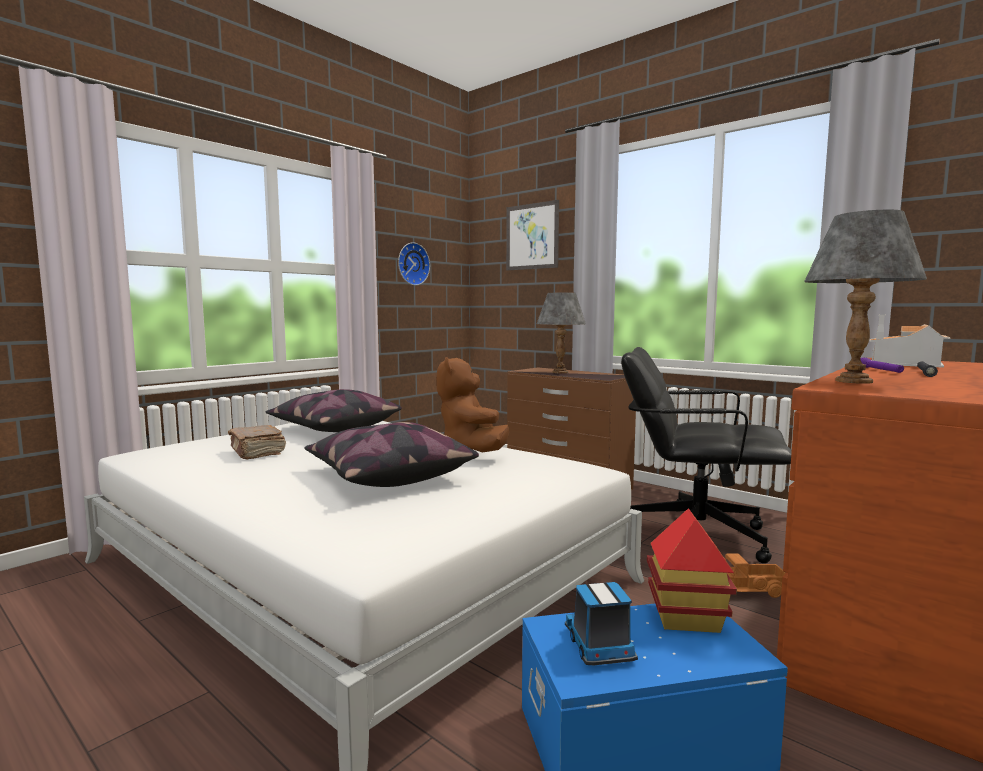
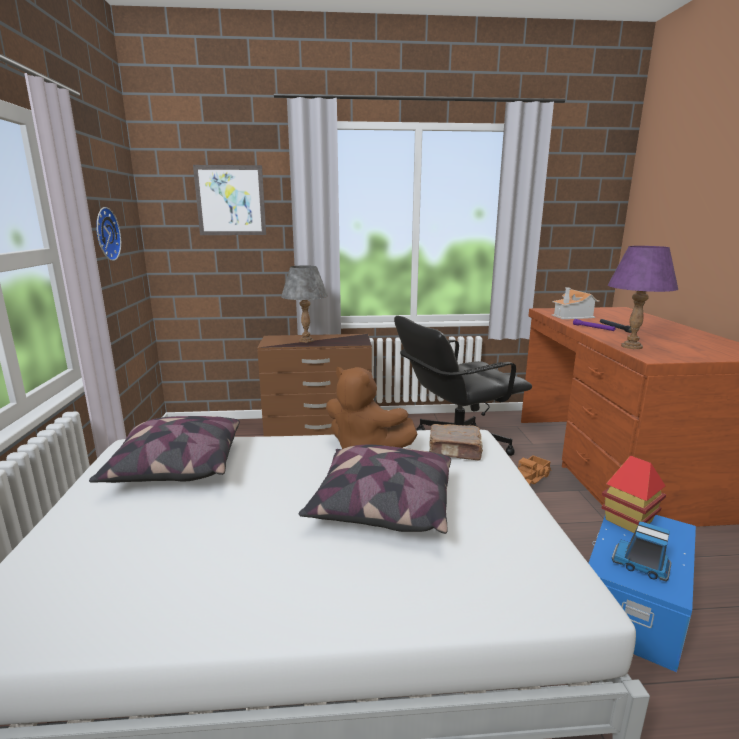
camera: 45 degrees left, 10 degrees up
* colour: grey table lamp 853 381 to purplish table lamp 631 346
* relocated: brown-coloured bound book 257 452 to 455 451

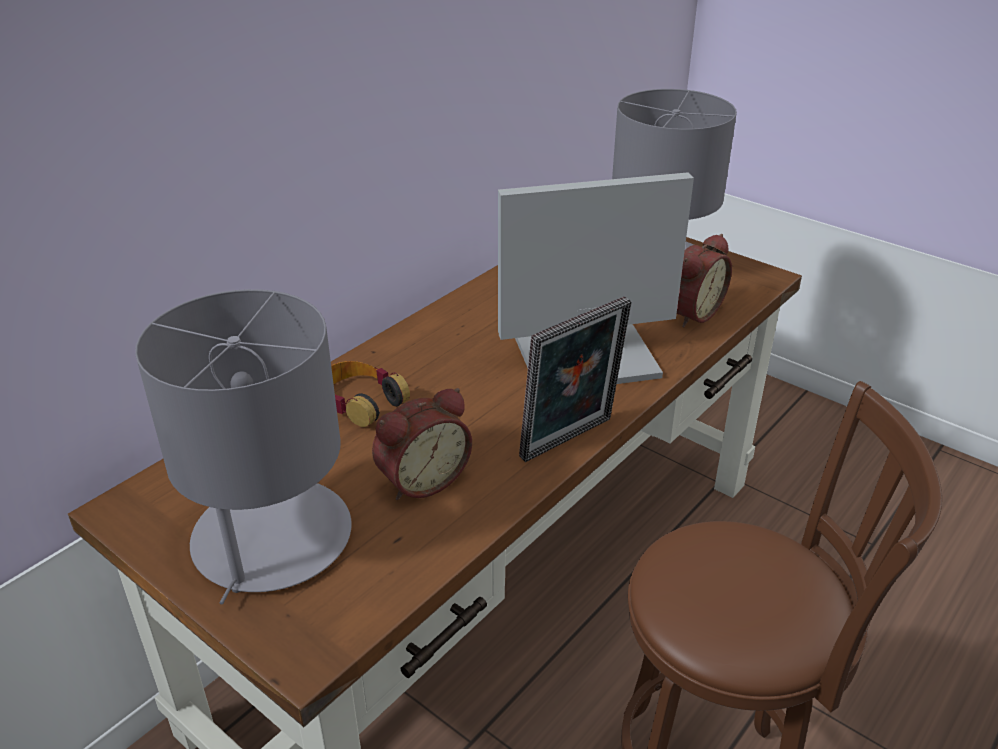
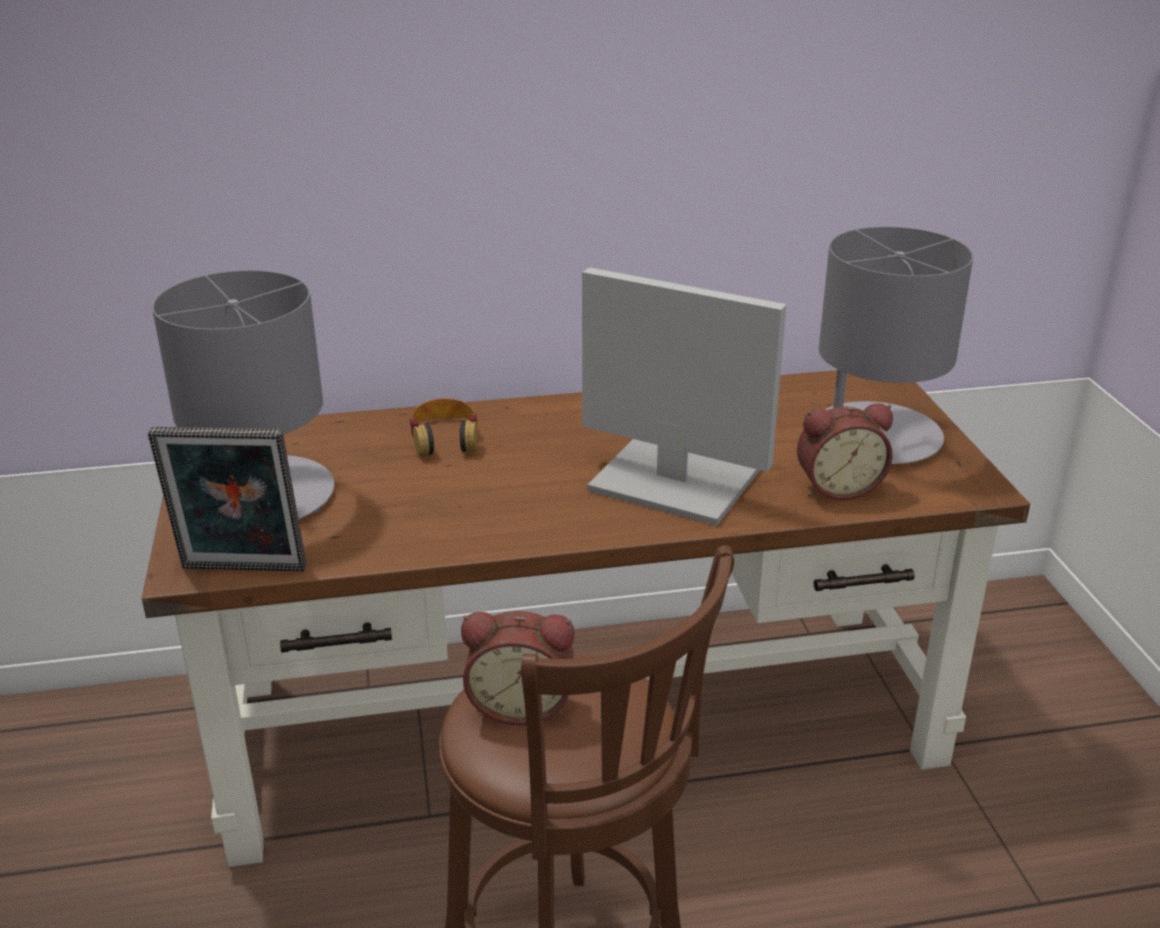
camera: 40 degrees right, 5 degrees down
* relocated: picture frame 570 441 to 242 571
* relocated: alarm clock 421 479 to 521 704

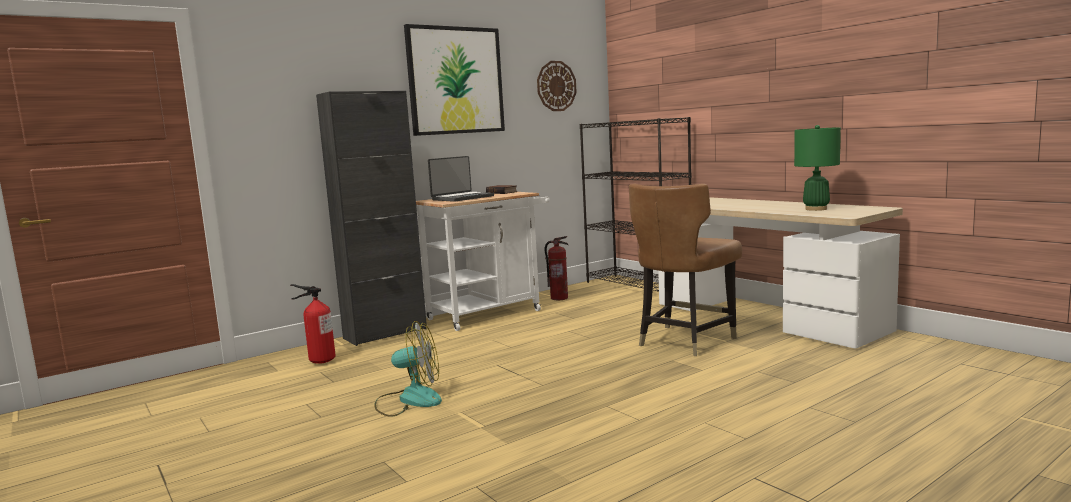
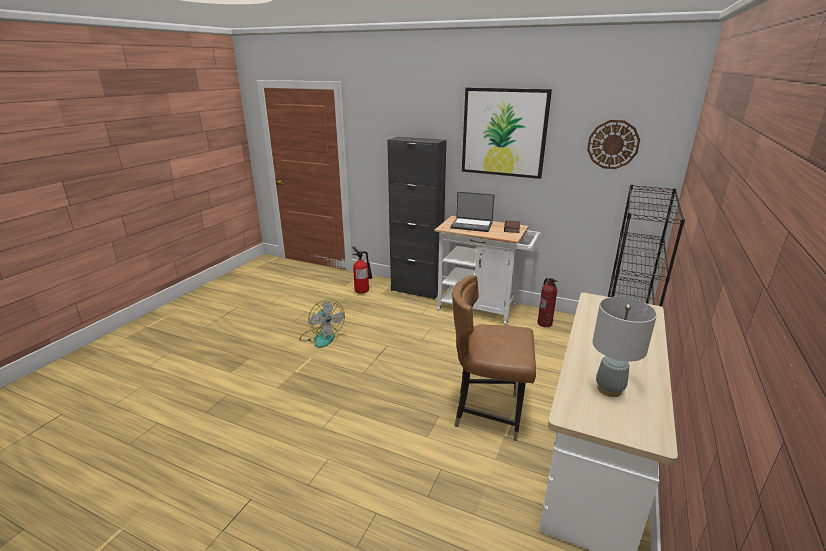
camera: 60 degrees right, 15 degrees up
* colour: green-coloured table lamp 816 209 to grey table lamp 609 389

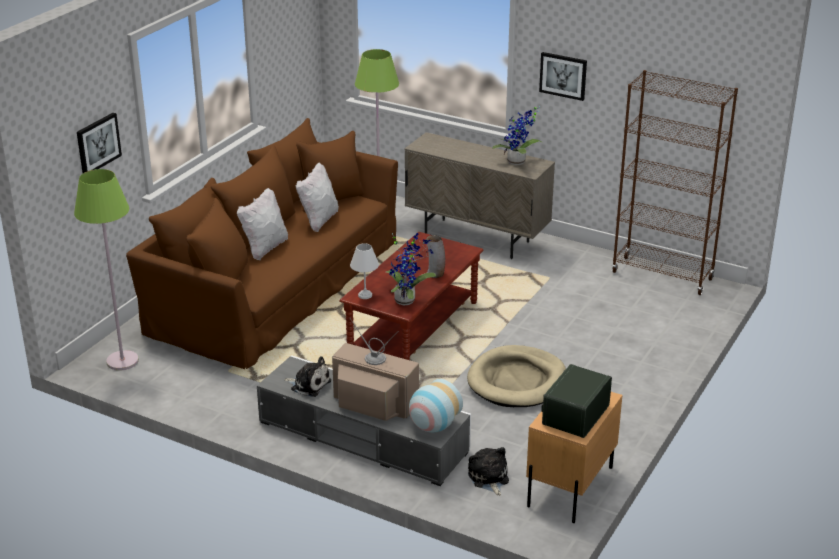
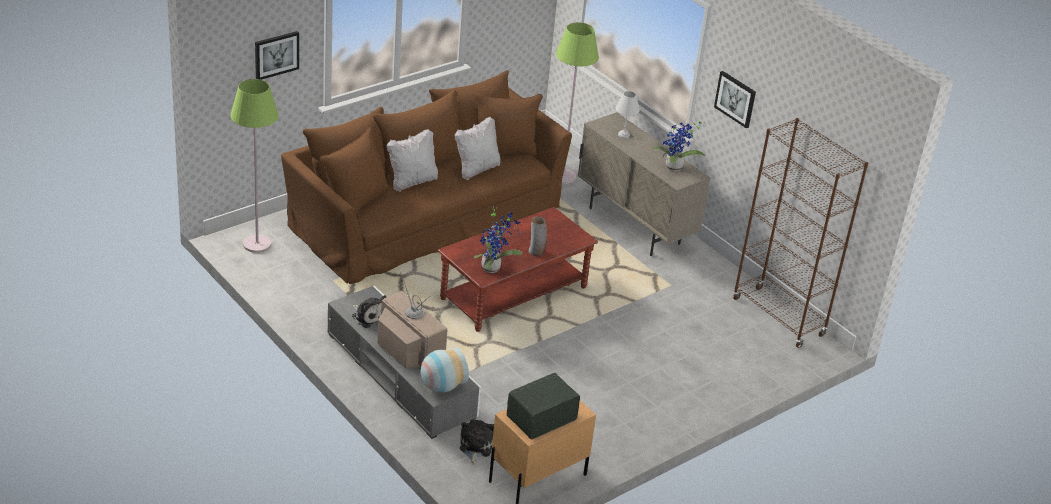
camera: 20 degrees right, 5 degrees up
* relocated: white table lamp 364 295 to 623 135
* missing: beige dog bed 517 381

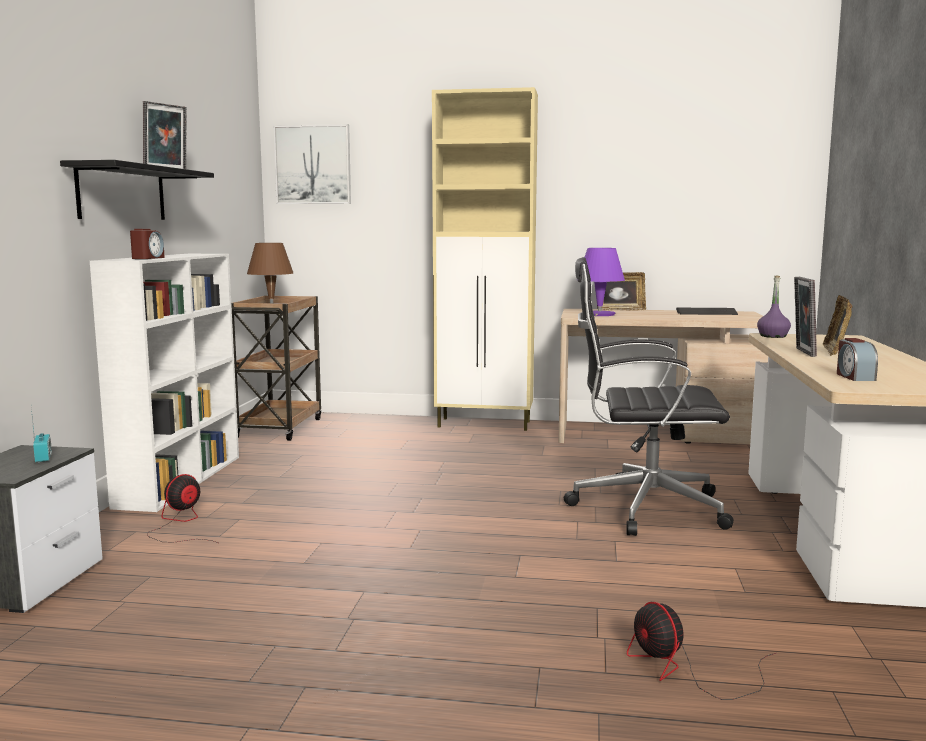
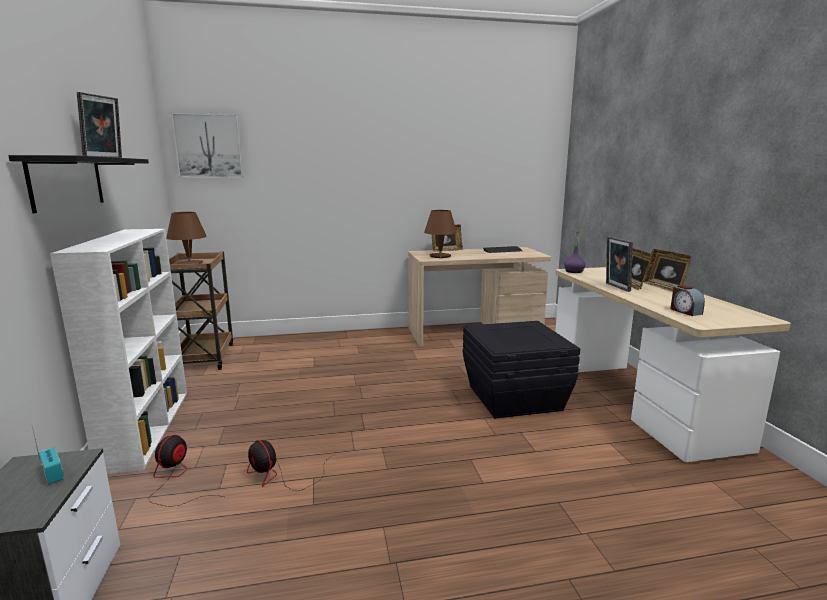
camera: 20 degrees left, 5 degrees up
* missing: beige cabinet 485 424
* missing: alarm clock 148 258
* colour: purplish table lamp 599 314 to brown-coloured table lamp 440 256
* exchanged: blackish office chair 643 507 to blackish storage box 514 397
* relocated: electric fan 686 671 to 281 476
* appeared: picture frame 664 288

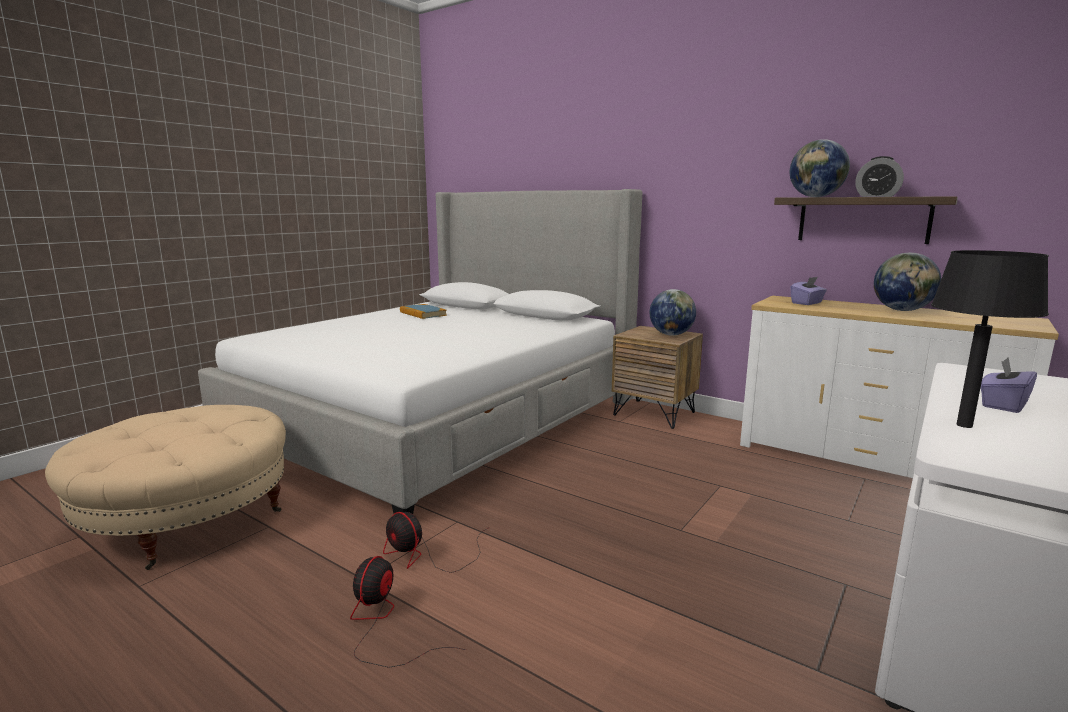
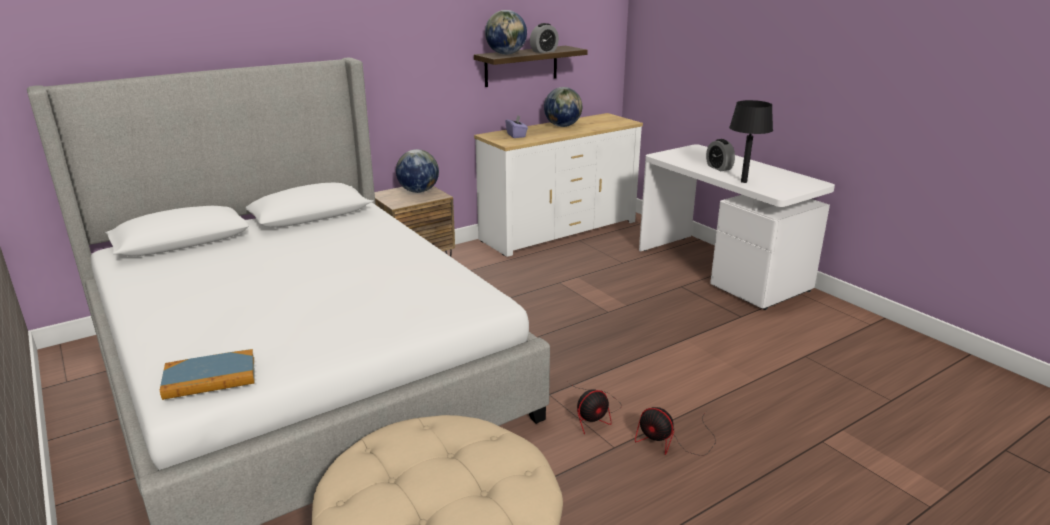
camera: 70 degrees left, 10 degrees up
* relocated: bound book 423 314 to 210 378
* exchanged: purplish box of tissues 1003 404 to alarm clock 719 168

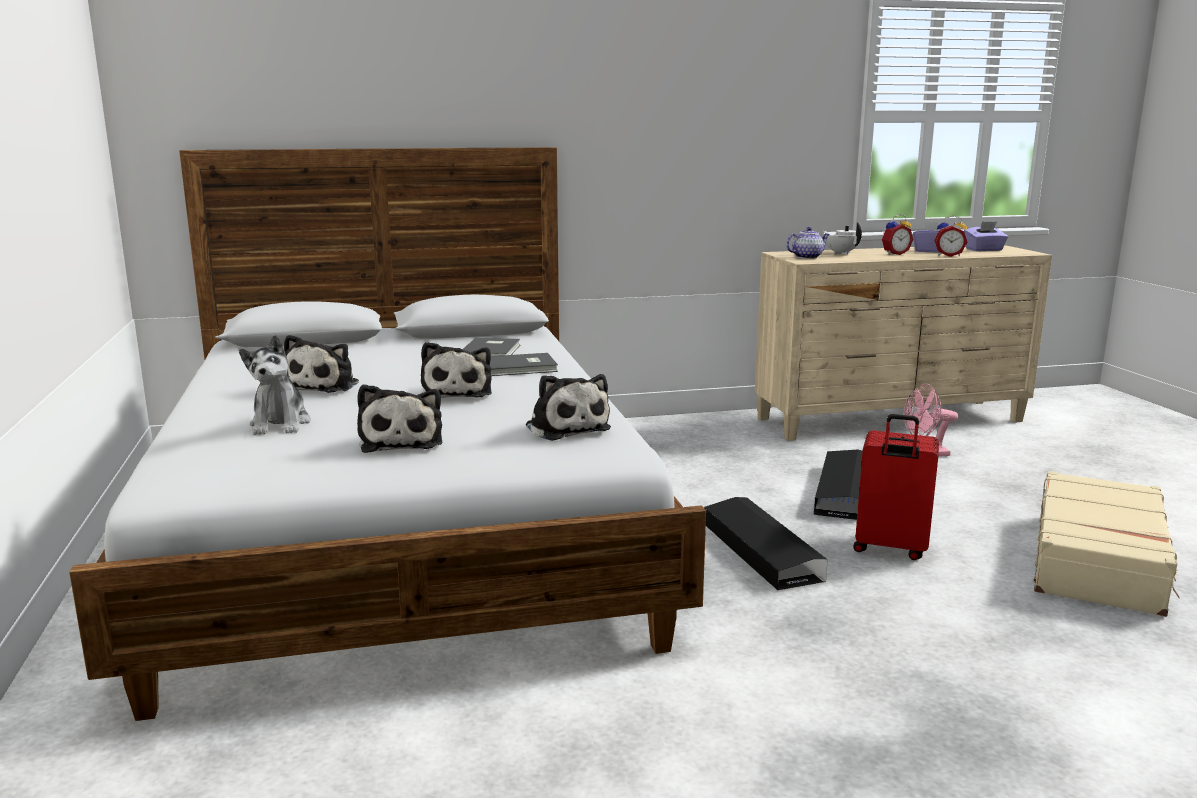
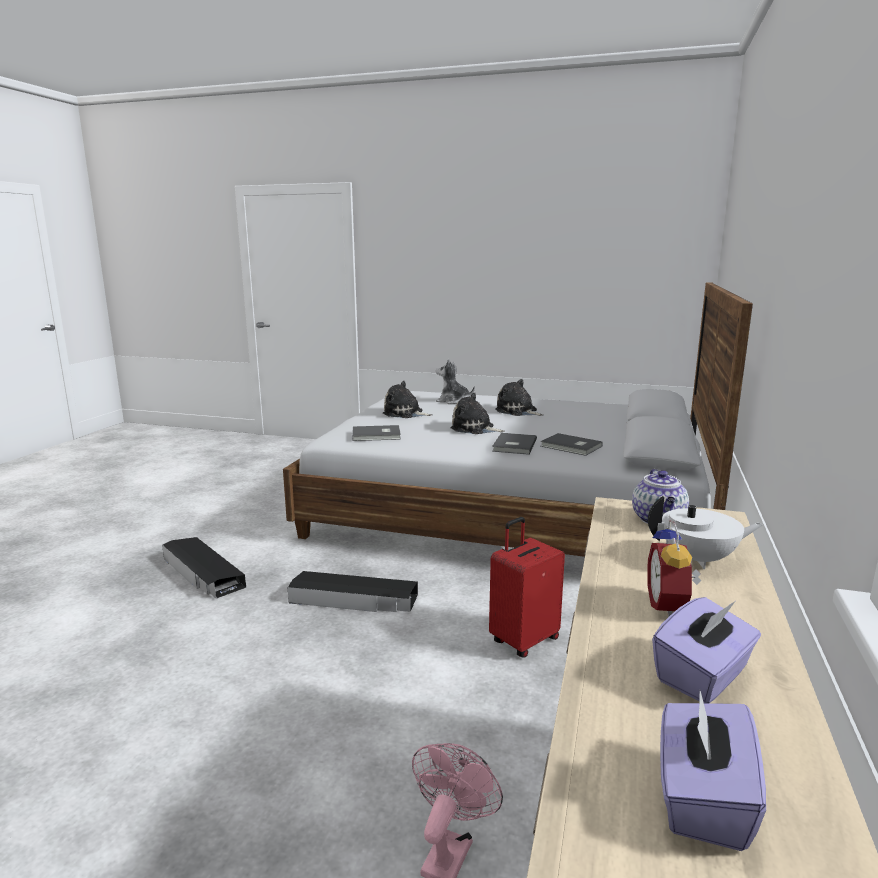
camera: 120 degrees right, 0 degrees up
* missing: alarm clock 948 255
* exchanged: plush toy 566 427 to grey bound book 377 435
* relocated: reddish suitcase 890 549 to 523 640
* relocated: blackish storage box 843 491 to 203 573
* missing: beige suitcase 1099 561

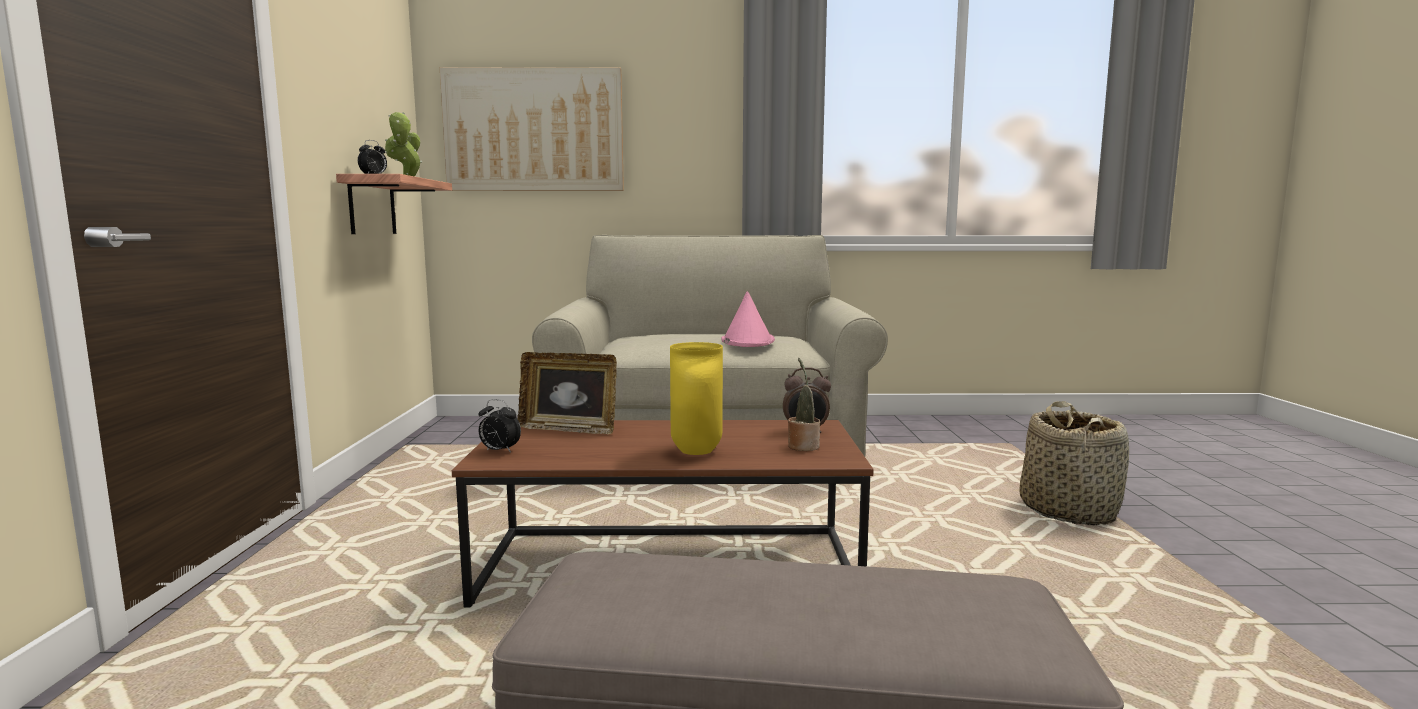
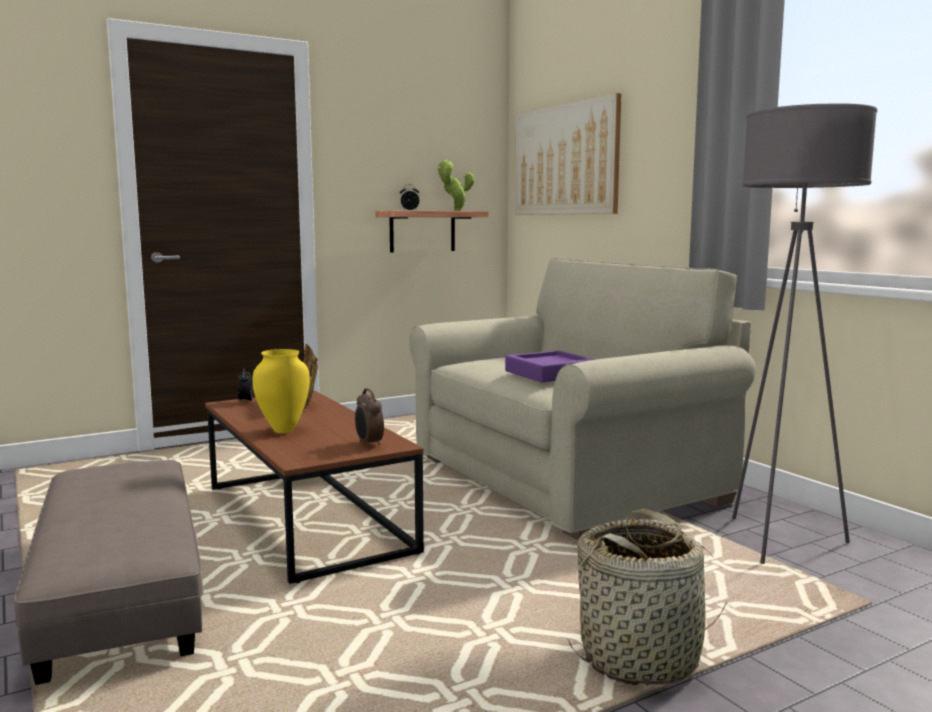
camera: 60 degrees right, 0 degrees up
* exchanged: pink clothing hat 747 341 to purplish carrying tray 550 373
* missing: plant in a pot 803 446
* appeared: grey standard lamp 779 541

